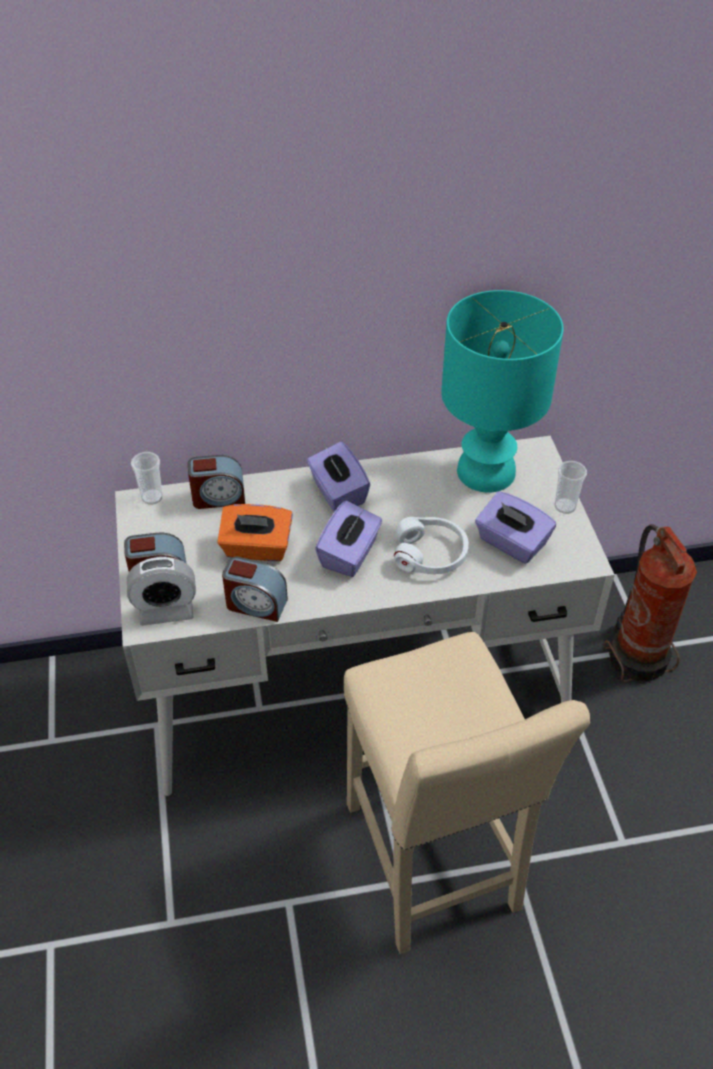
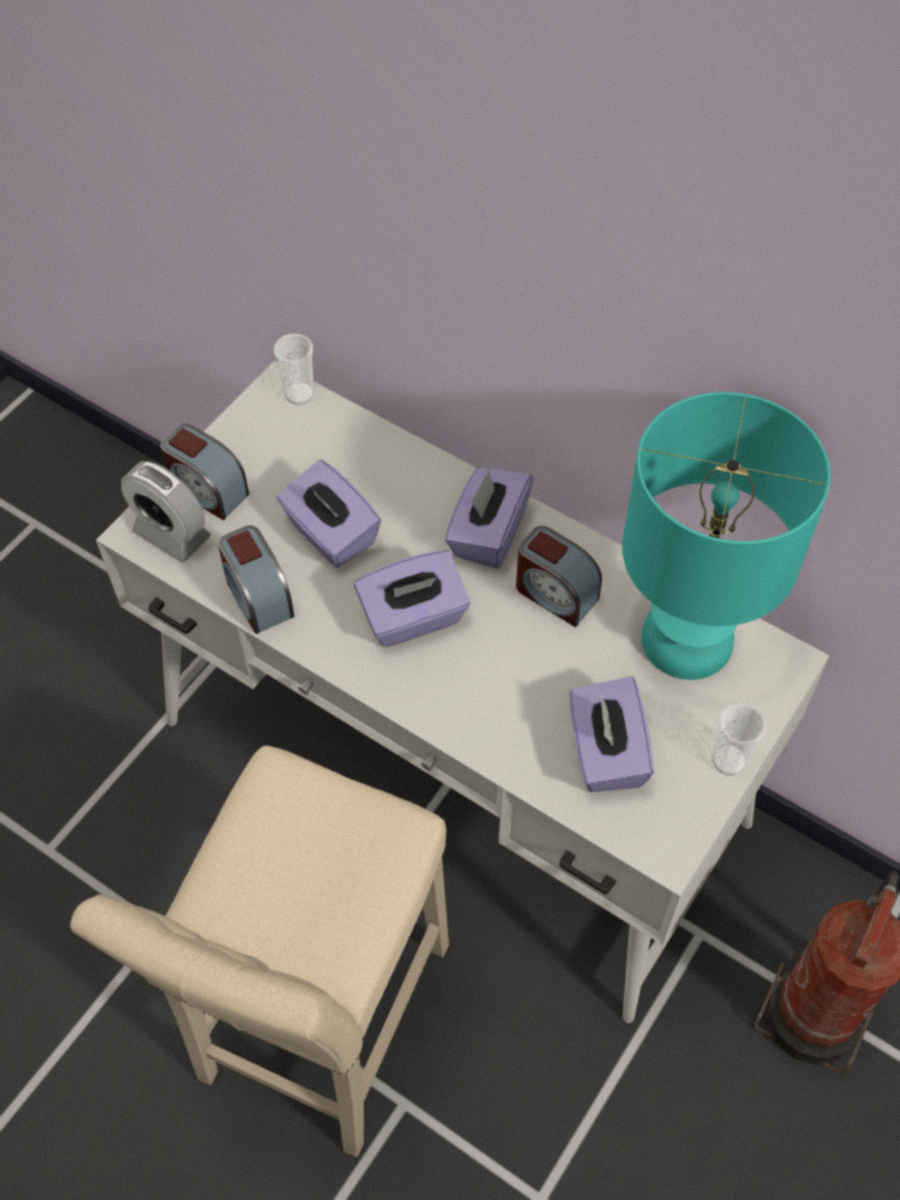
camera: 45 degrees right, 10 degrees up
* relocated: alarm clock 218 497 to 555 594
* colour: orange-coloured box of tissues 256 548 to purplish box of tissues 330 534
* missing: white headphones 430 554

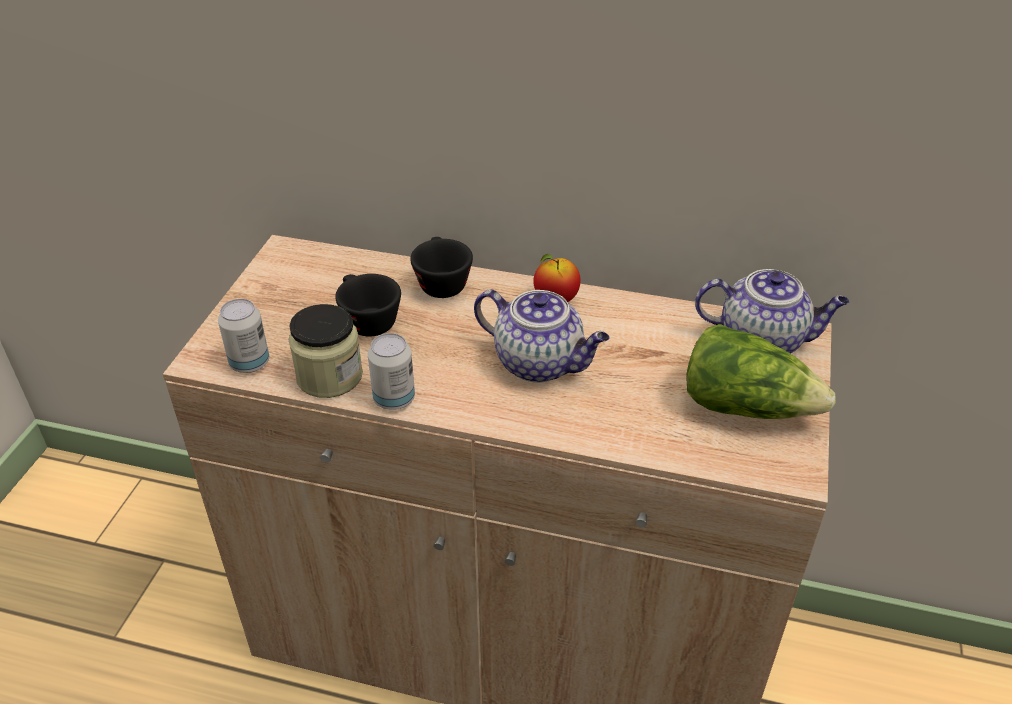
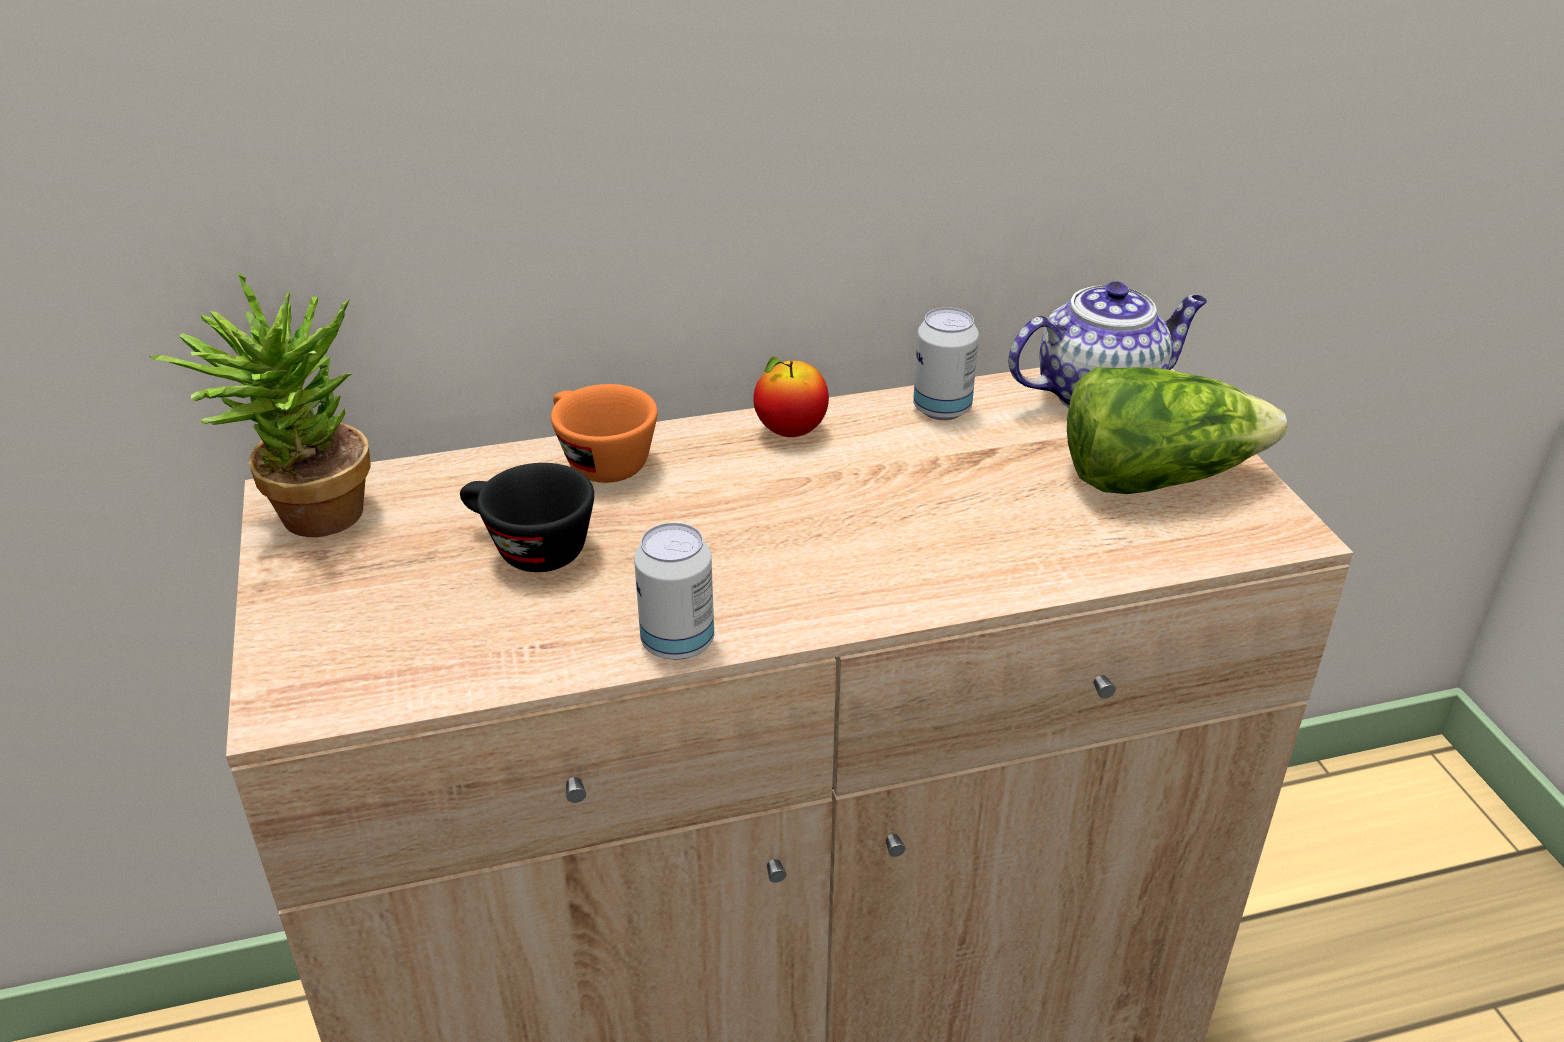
camera: 30 degrees left, 5 degrees down
* colour: blackish drinking cup 440 282 to orange-coloured drinking cup 598 461
* missing: tea pot 540 363
* relocated: metal can 249 363 to 942 409
* missing: storage jar 329 376
* appeared: plant in a pot 304 516

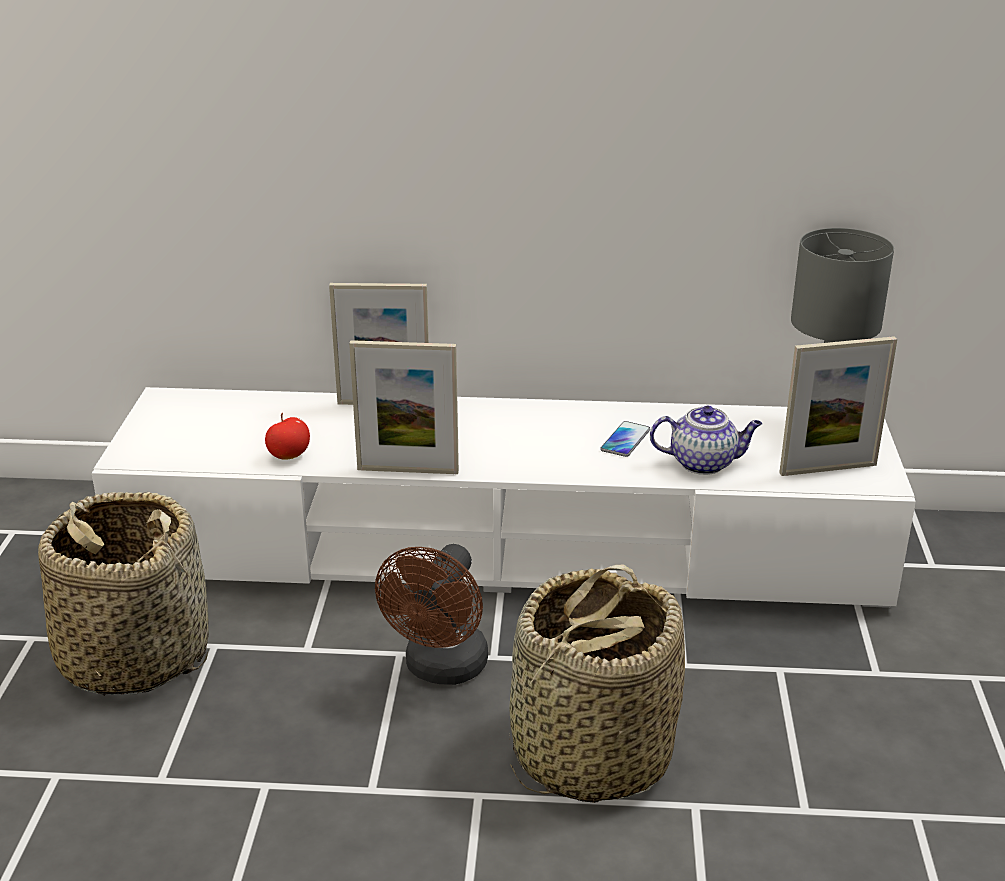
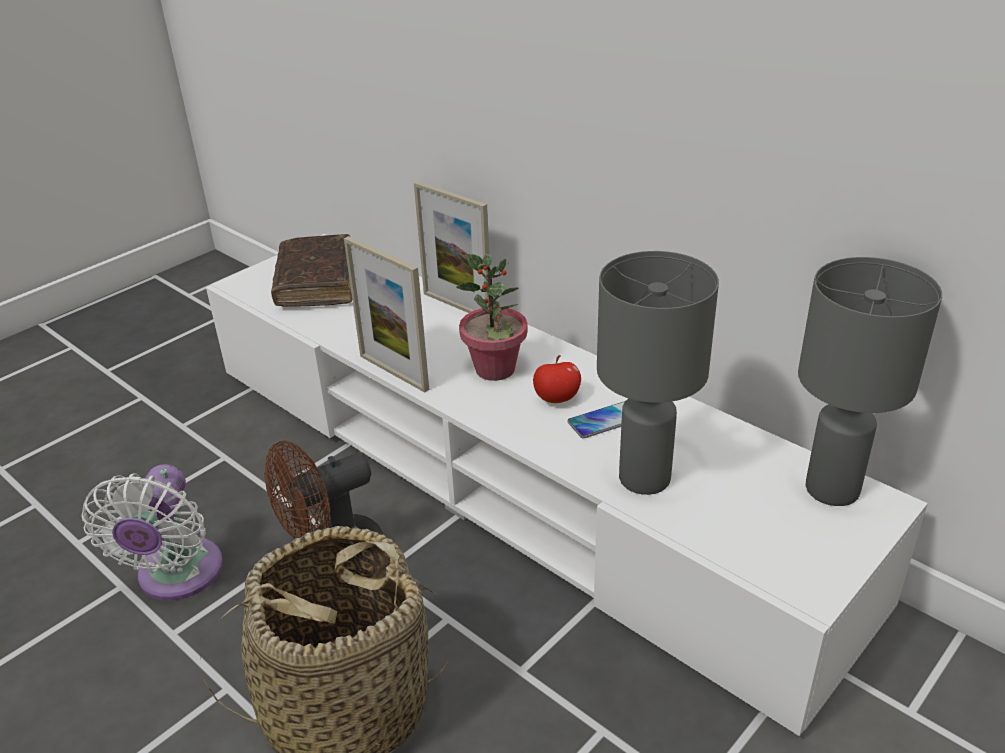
camera: 40 degrees right, 5 degrees up
* missing: picture frame 828 469
* exchanged: tea pot 704 463 to grey table lamp 646 477
* relocated: apple fruit 289 456 to 557 399
* missing: household basket 134 655
* appeared: brown-coloured bound book 316 282
* appeared: plant in a pot 495 369
* appeared: white electric fan 177 577

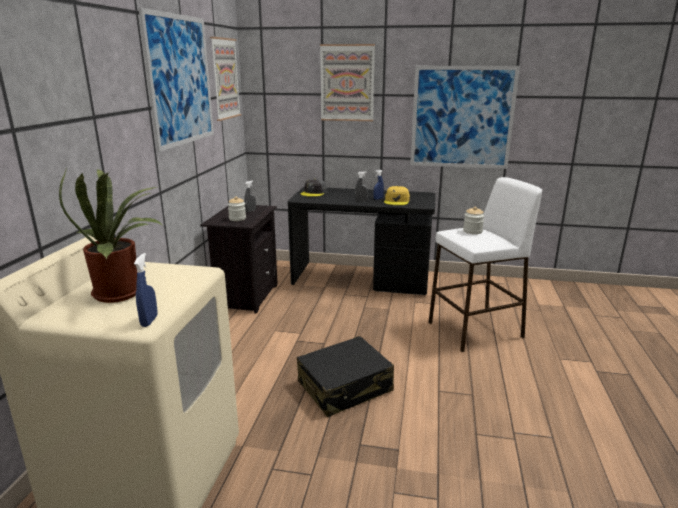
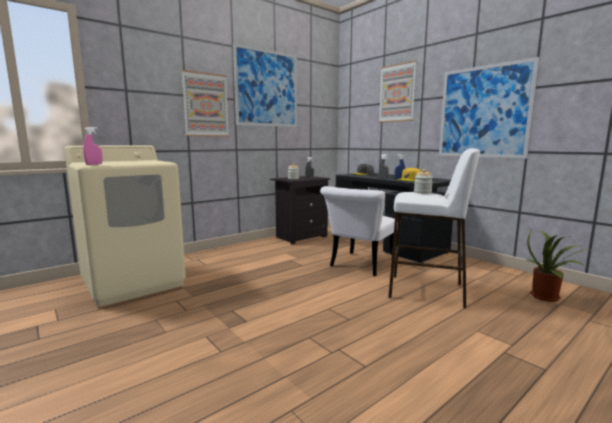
camera: 40 degrees right, 10 degrees down
* relocated: wall picture 225 79 to 205 105
* relocated: plant in a pot 123 293 to 548 297
* colour: bluish hand sprayer 149 321 to pink hand sprayer 94 164
* missing: blackish suitcase 345 387
* appeared: white plain chair 359 266

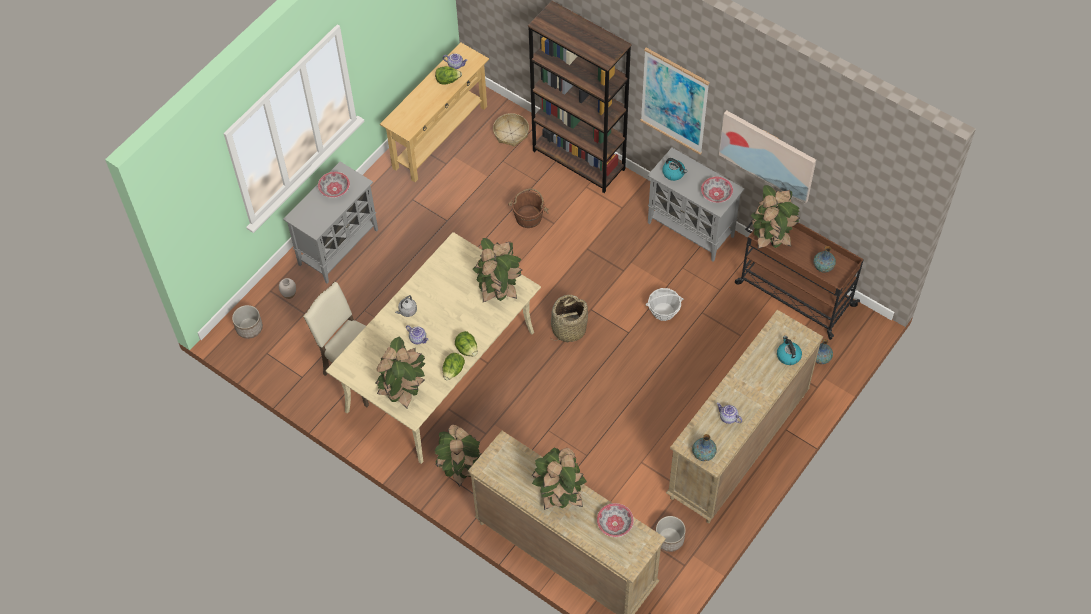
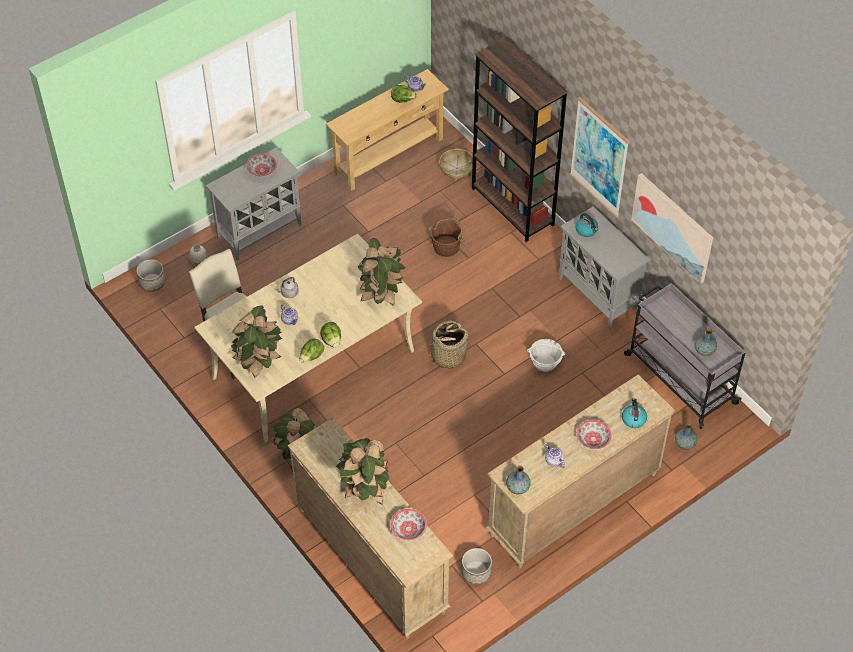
camera: 15 degrees right, 5 degrees down
* relocated: serving bowl 716 194 to 593 439
* missing: plant in a pot 771 237
* colour: brown-coloured trolley 794 294 to grey trolley 679 378

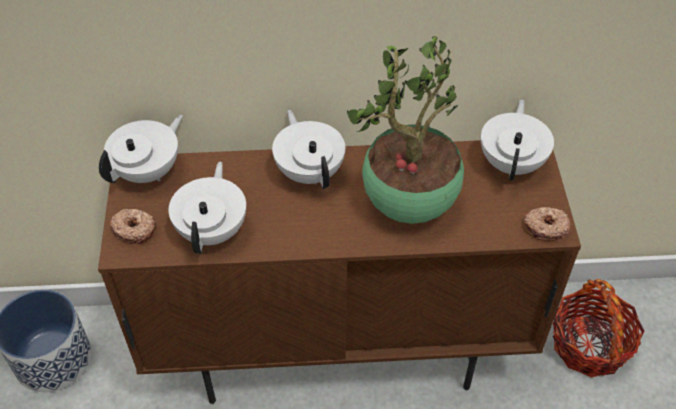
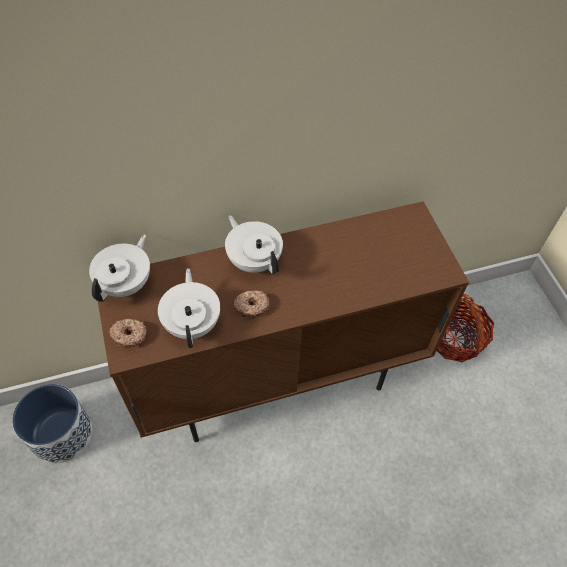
camera: 15 degrees left, 5 degrees up
* missing: plant in a pot 407 206
* missing: white tea pot 512 163
* relocated: doughnut 545 227 to 251 306

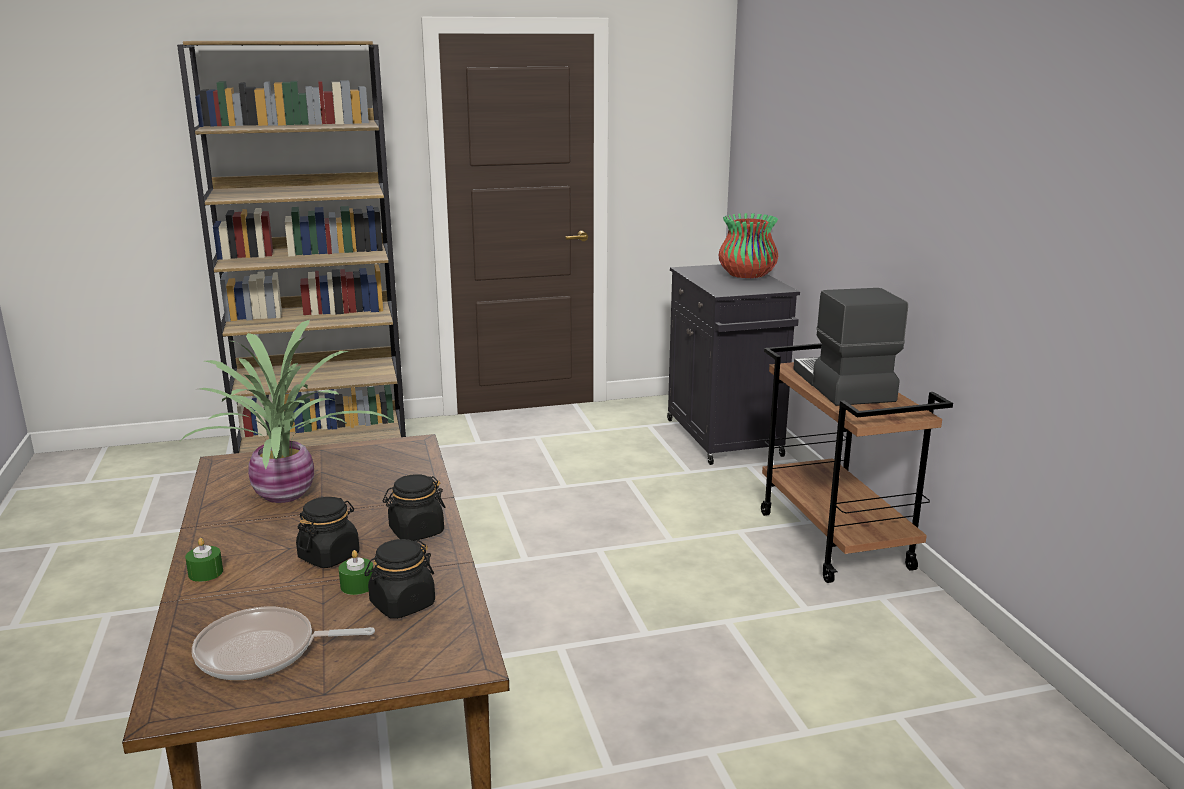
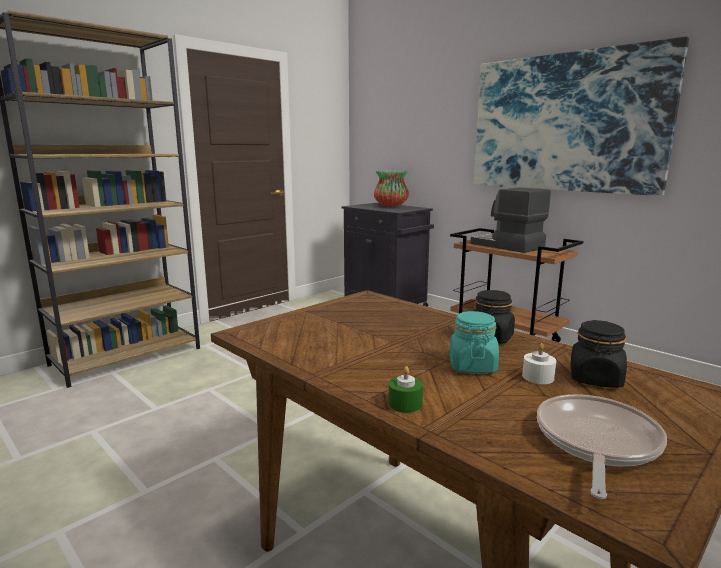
camera: 30 degrees left, 5 degrees down
* missing: plant in a pot 287 495
* colour: blackish storage jar 329 556 to turquoise-coloured storage jar 472 366
* colour: green-coloured wax light 357 585 to white wax light 538 377
* spun: pan 263 652 = 595 443 150 degrees clockwise
* appeared: wall picture 565 123

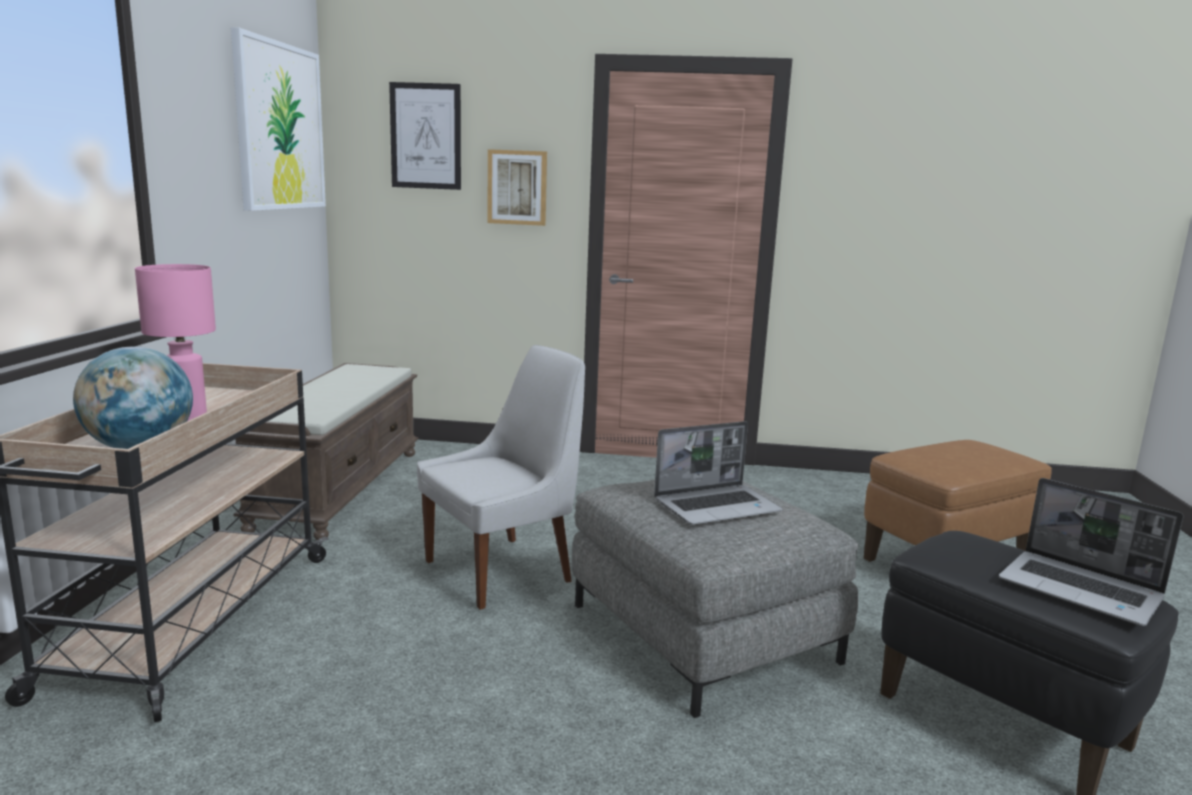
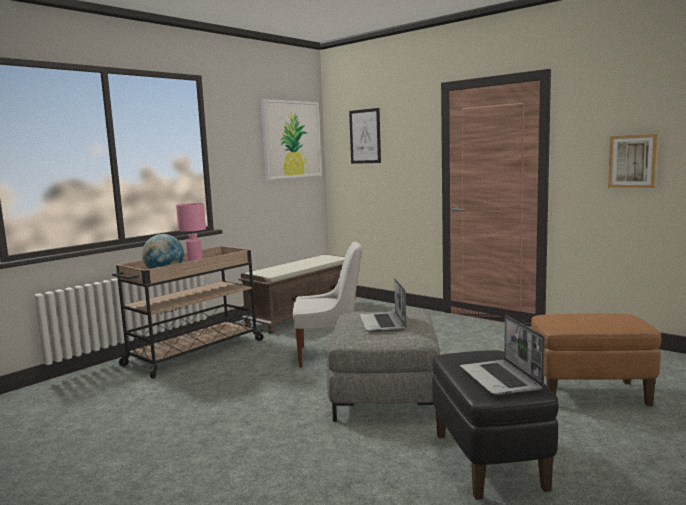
camera: 35 degrees right, 5 degrees down
* relocated: wall picture 517 187 to 632 161
* spun: notebook computer 717 506 = 383 323 75 degrees clockwise

